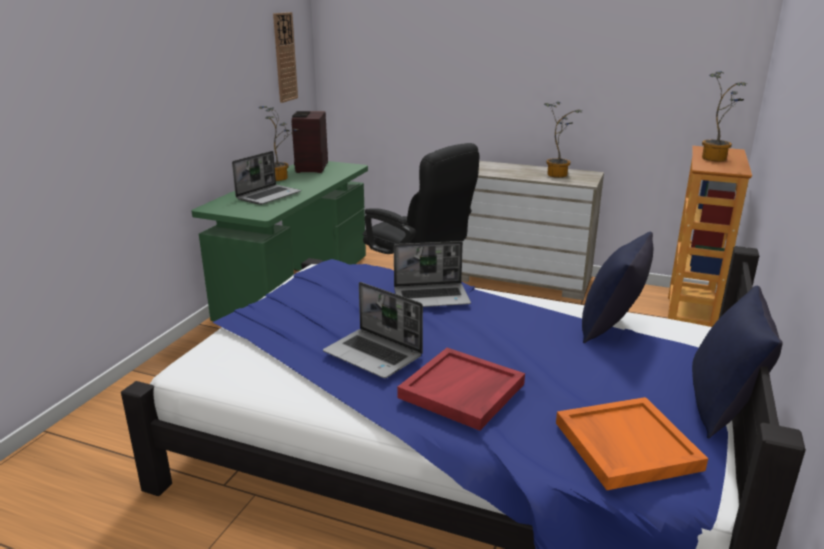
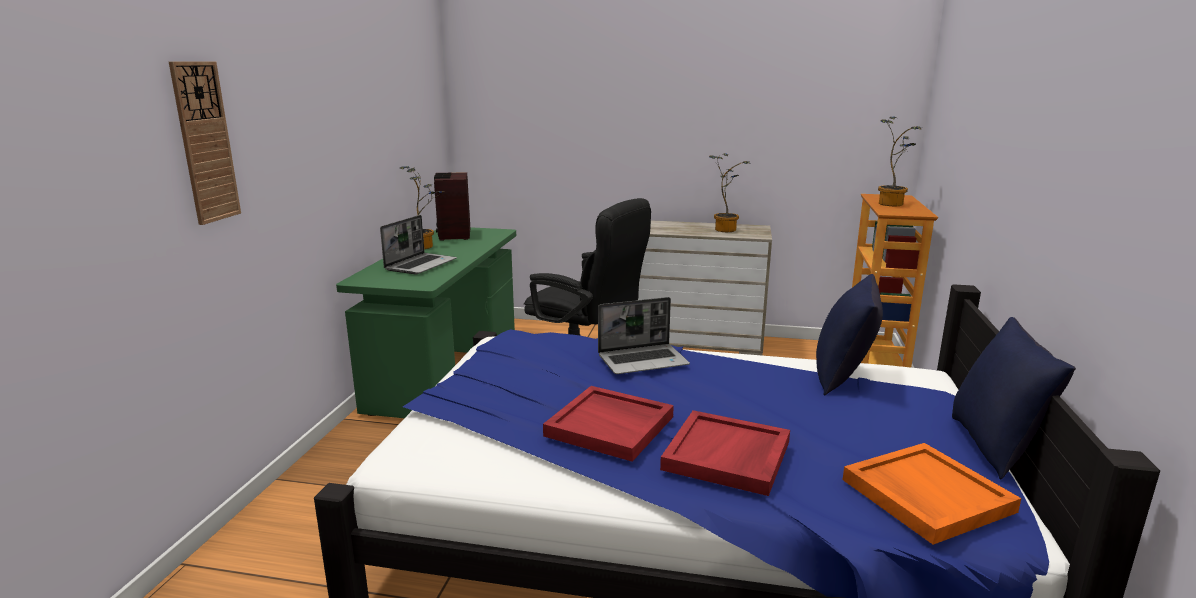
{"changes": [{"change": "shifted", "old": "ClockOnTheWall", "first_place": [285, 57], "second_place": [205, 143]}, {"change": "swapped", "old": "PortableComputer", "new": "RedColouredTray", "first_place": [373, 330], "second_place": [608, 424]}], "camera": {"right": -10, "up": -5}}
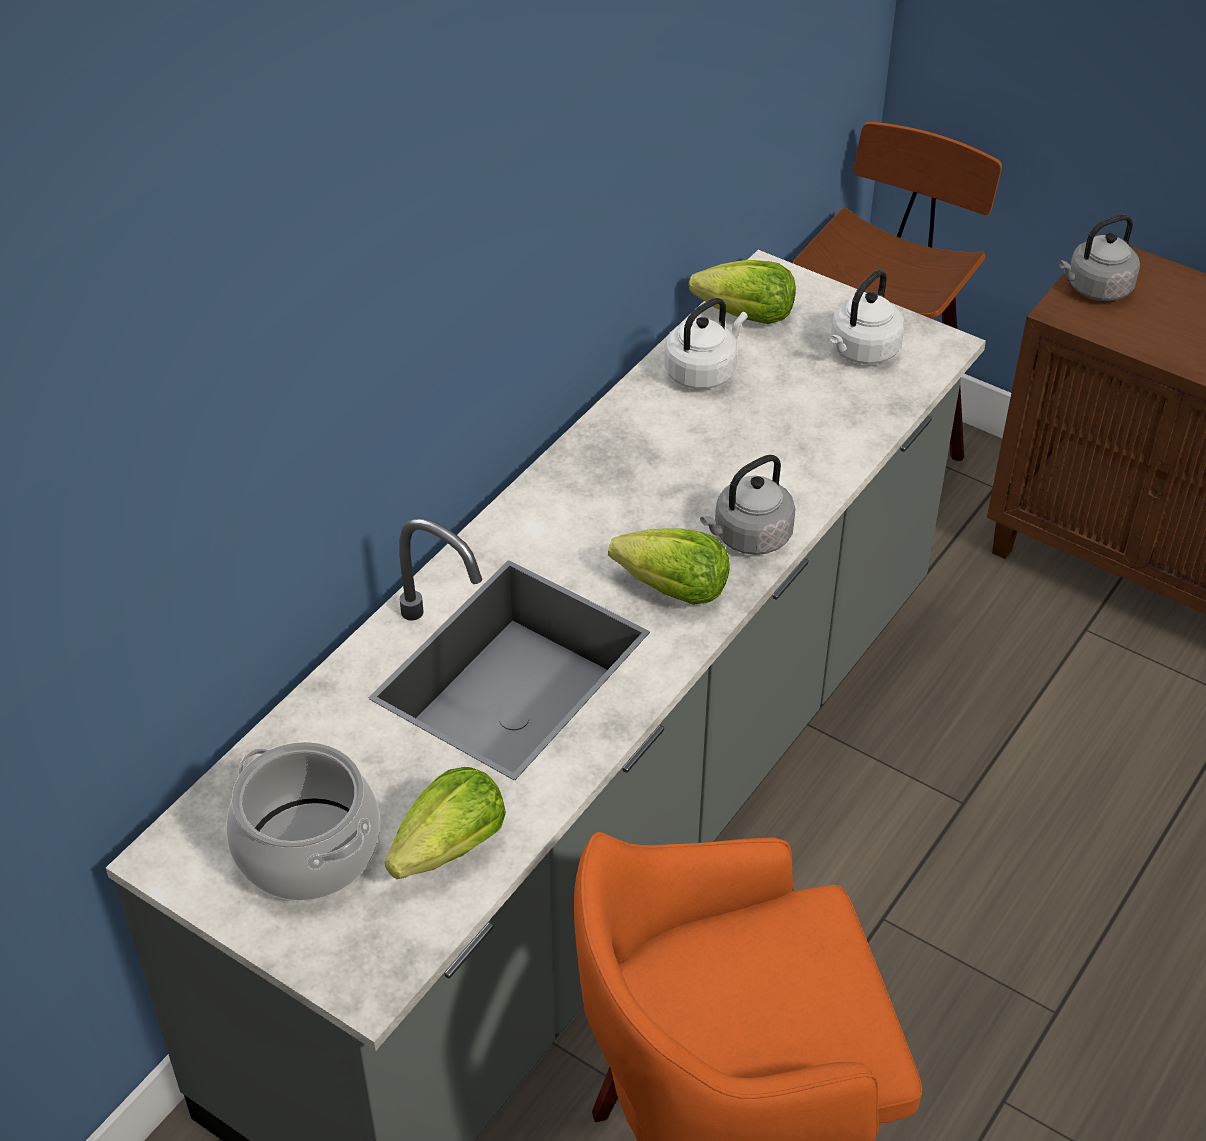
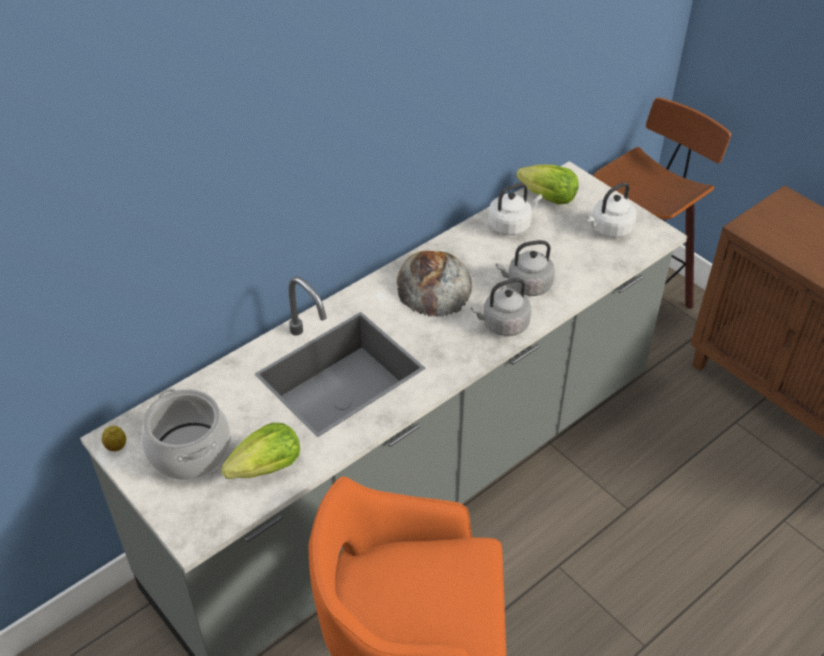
{"changes": [{"change": "shifted", "old": "GreyishKettle", "first_place": [1099, 258], "second_place": [525, 268]}, {"change": "gone", "old": "HeadOfLettuce", "first_place": [669, 566]}, {"change": "new", "new": "Bread", "second_place": [434, 284]}, {"change": "new", "new": "Lemon", "second_place": [114, 438]}], "camera": {"right": 15, "up": 0}}
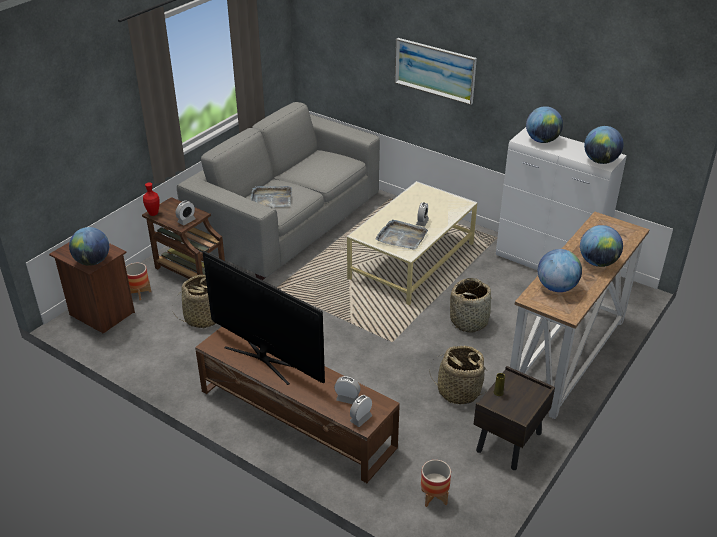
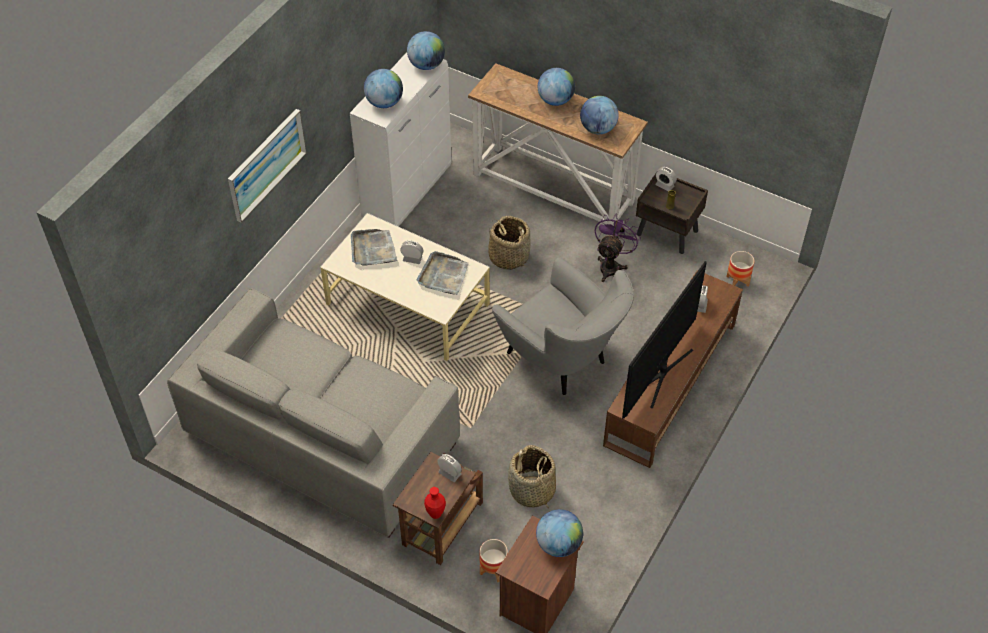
{"changes": [{"change": "shifted", "old": "GreyishTray", "first_place": [271, 197], "second_place": [374, 247]}, {"change": "swapped", "old": "StorageBasket", "new": "PurpleColouredCoolingFan", "first_place": [458, 375], "second_place": [618, 247]}, {"change": "shifted", "old": "AlarmClock", "first_place": [361, 411], "second_place": [666, 179]}, {"change": "new", "new": "GreyishArmchair", "second_place": [563, 326]}], "camera": {"right": -95, "up": 15}}
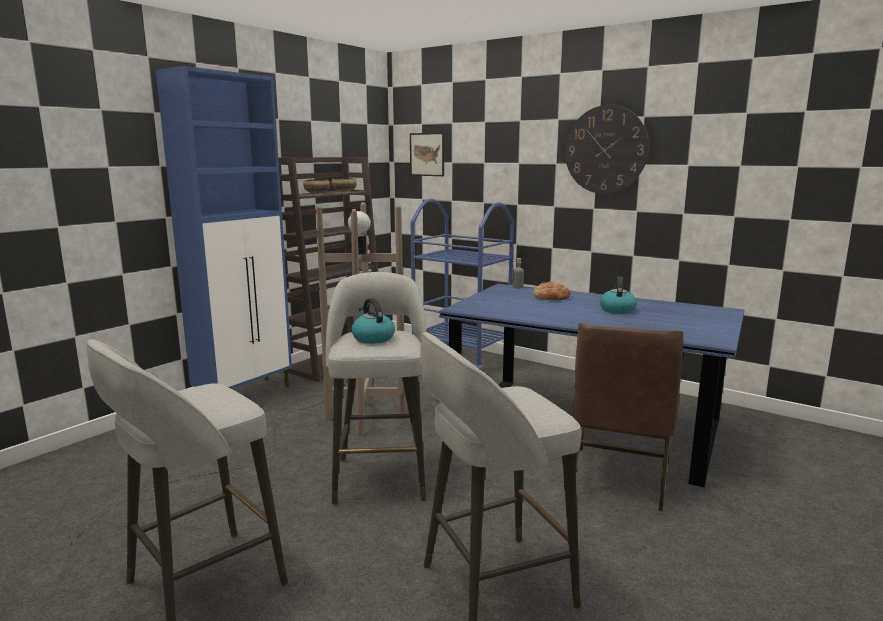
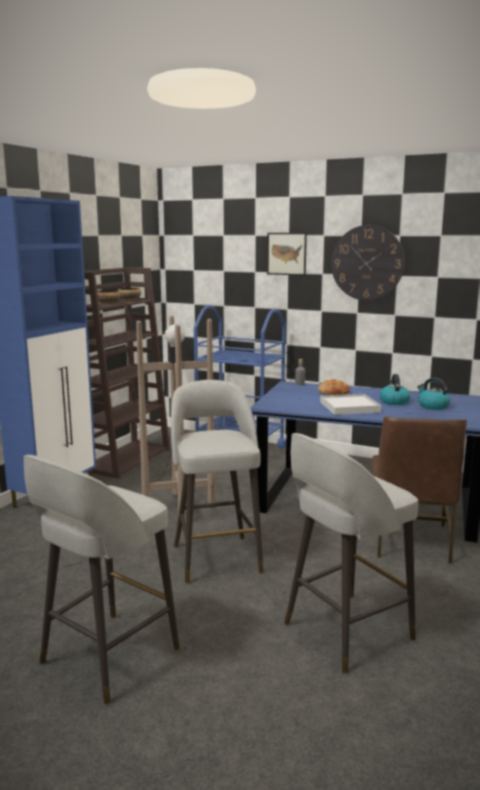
{"changes": [{"change": "shifted", "old": "WallPicture", "first_place": [427, 154], "second_place": [287, 254]}, {"change": "shifted", "old": "Kettle", "first_place": [373, 321], "second_place": [434, 394]}, {"change": "new", "new": "WhiteColouredTray", "second_place": [350, 404]}], "camera": {"right": -10, "up": 0}}
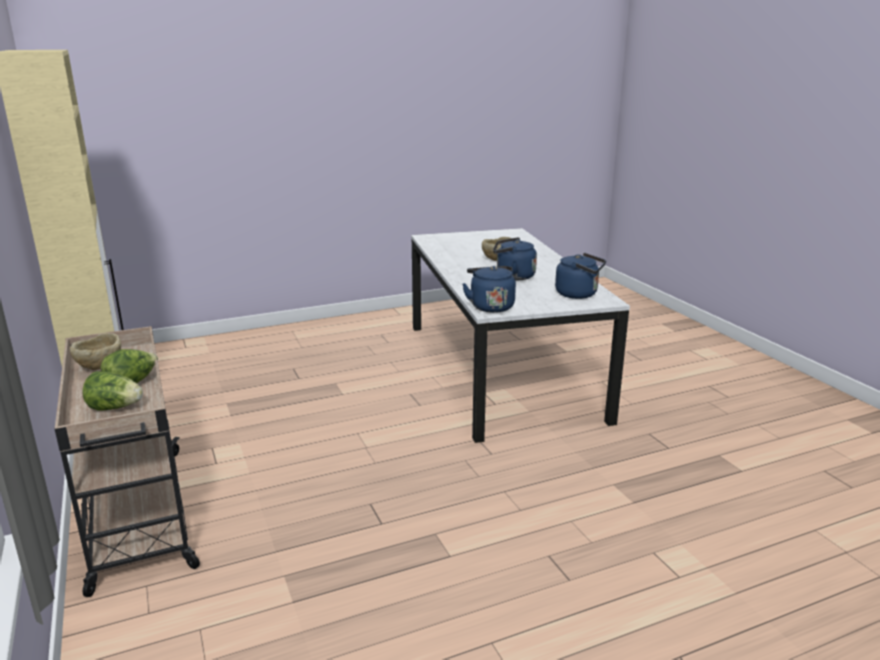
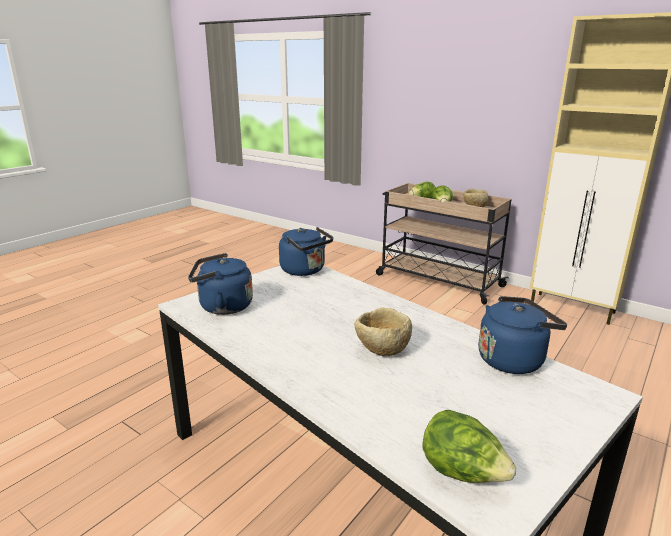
{"changes": [{"change": "shifted", "old": "BluishKettle", "first_place": [515, 258], "second_place": [522, 335]}, {"change": "new", "new": "HeadOfLettuce", "second_place": [469, 446]}], "camera": {"right": 150, "up": 0}}
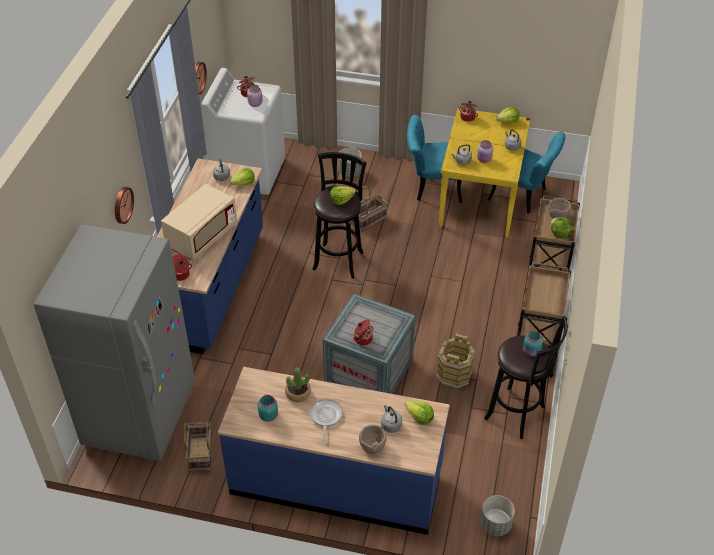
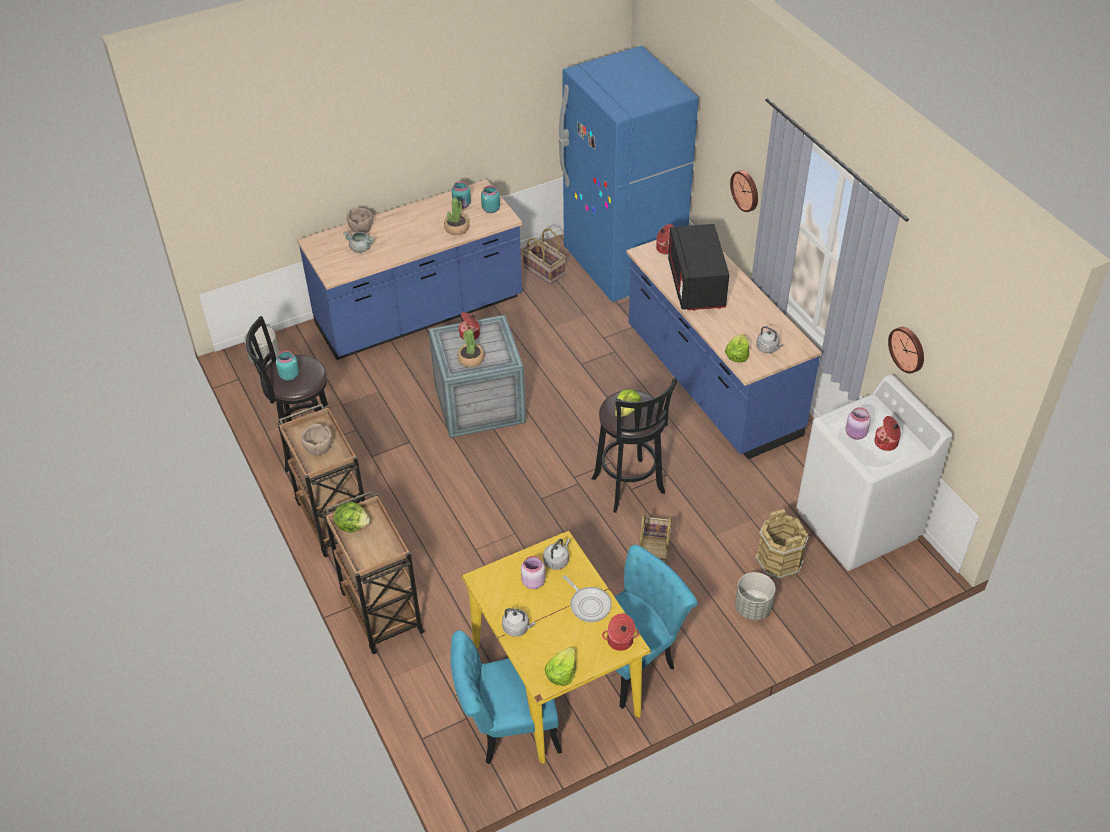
{"changes": [{"change": "repainted", "old": "SandColouredKitchenMicrowave", "new": "BlackishKitchenMicrowave", "first_place": [199, 222], "second_place": [698, 267]}, {"change": "shifted", "old": "BrownishServingBowl", "first_place": [560, 208], "second_place": [316, 439]}, {"change": "repainted", "old": "GreyishFridge", "new": "BluishFridge", "first_place": [114, 342], "second_place": [629, 174]}, {"change": "shifted", "old": "BrownishWaterBucket", "first_place": [455, 360], "second_place": [782, 544]}, {"change": "shifted", "old": "FryingPan", "first_place": [326, 420], "second_place": [587, 598]}, {"change": "gone", "old": "HeadOfLettuce", "first_place": [419, 412]}, {"change": "swapped", "old": "GreyishKettle", "new": "GreyishCookingPot", "first_place": [391, 419], "second_place": [358, 242]}, {"change": "new", "new": "TurquoisePreserveJar", "second_place": [490, 199]}, {"change": "new", "new": "Houseplant", "second_place": [471, 348]}], "camera": {"right": 140, "up": 0}}
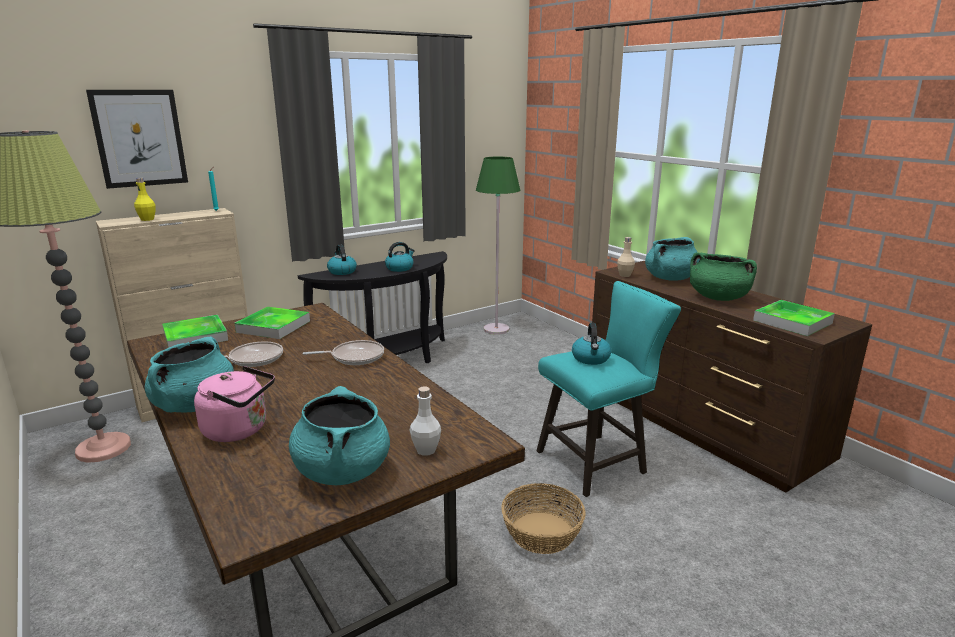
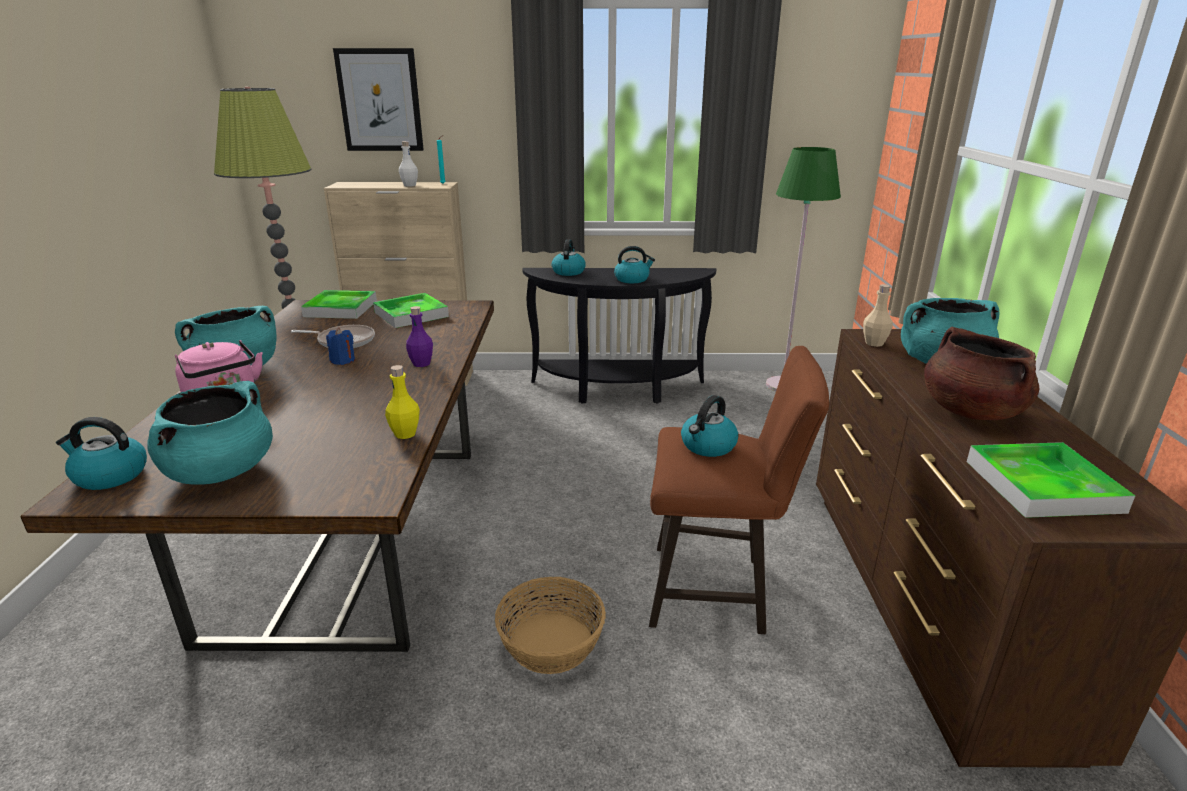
{"changes": [{"change": "shifted", "old": "YellowColouredDrinkBottle", "first_place": [144, 199], "second_place": [402, 402]}, {"change": "repainted", "old": "GreenColouredCookingPot", "new": "BrownishCookingPot", "first_place": [723, 276], "second_place": [981, 373]}, {"change": "repainted", "old": "TurquoiseStool", "new": "BrownishStool", "first_place": [608, 389], "second_place": [739, 490]}, {"change": "swapped", "old": "FryingPan", "new": "PurpleColouredDrinkBottle", "first_place": [343, 352], "second_place": [419, 336]}, {"change": "shifted", "old": "WhiteColouredDrinkBottle", "first_place": [425, 421], "second_place": [408, 164]}, {"change": "new", "new": "BluishWaxCandle", "second_place": [340, 346]}, {"change": "new", "new": "Kettle", "second_place": [101, 453]}], "camera": {"right": 35, "up": 5}}
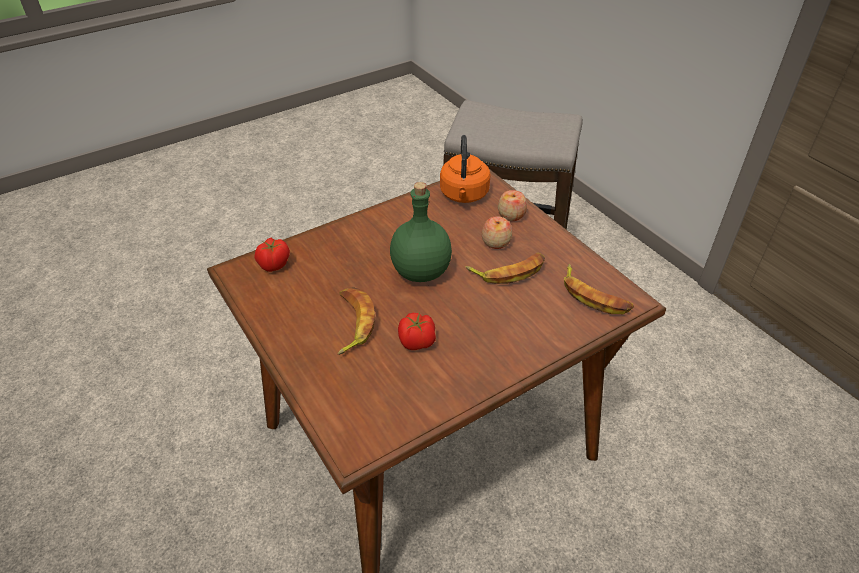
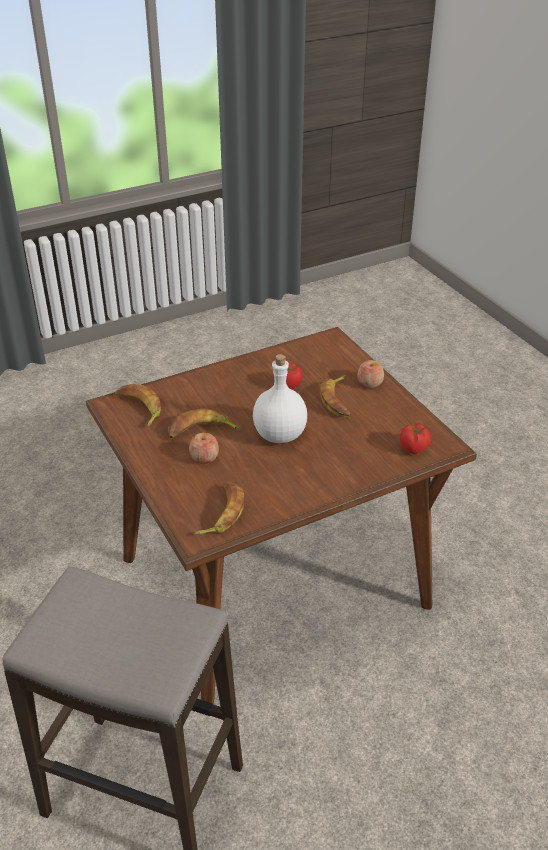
{"changes": [{"change": "swapped", "old": "OrangeKettle", "new": "BananaFruit", "first_place": [465, 169], "second_place": [219, 508]}, {"change": "repainted", "old": "GreenColouredDrinkBottle", "new": "WhiteColouredDrinkBottle", "first_place": [421, 232], "second_place": [280, 398]}, {"change": "shifted", "old": "AppleFruit", "first_place": [512, 205], "second_place": [370, 374]}], "camera": {"right": -175, "up": -5}}
